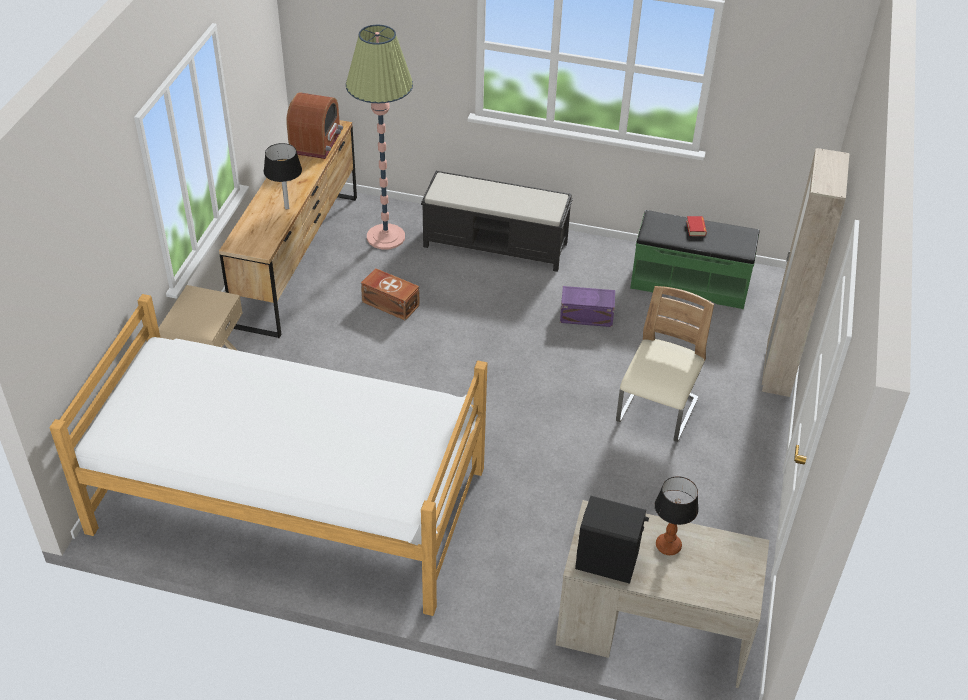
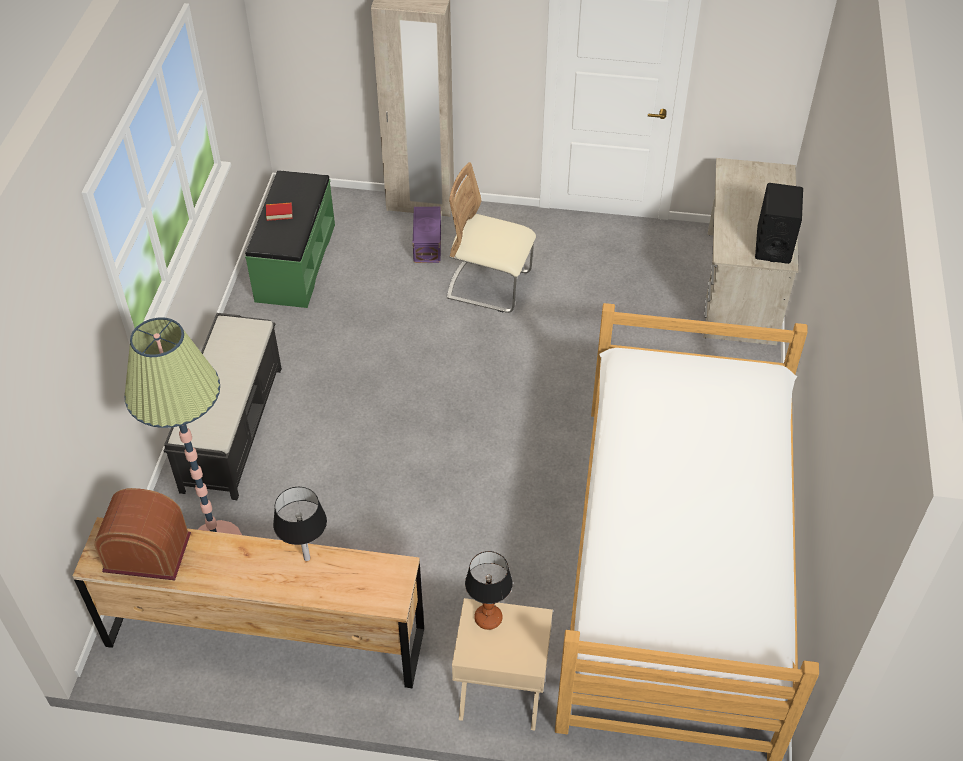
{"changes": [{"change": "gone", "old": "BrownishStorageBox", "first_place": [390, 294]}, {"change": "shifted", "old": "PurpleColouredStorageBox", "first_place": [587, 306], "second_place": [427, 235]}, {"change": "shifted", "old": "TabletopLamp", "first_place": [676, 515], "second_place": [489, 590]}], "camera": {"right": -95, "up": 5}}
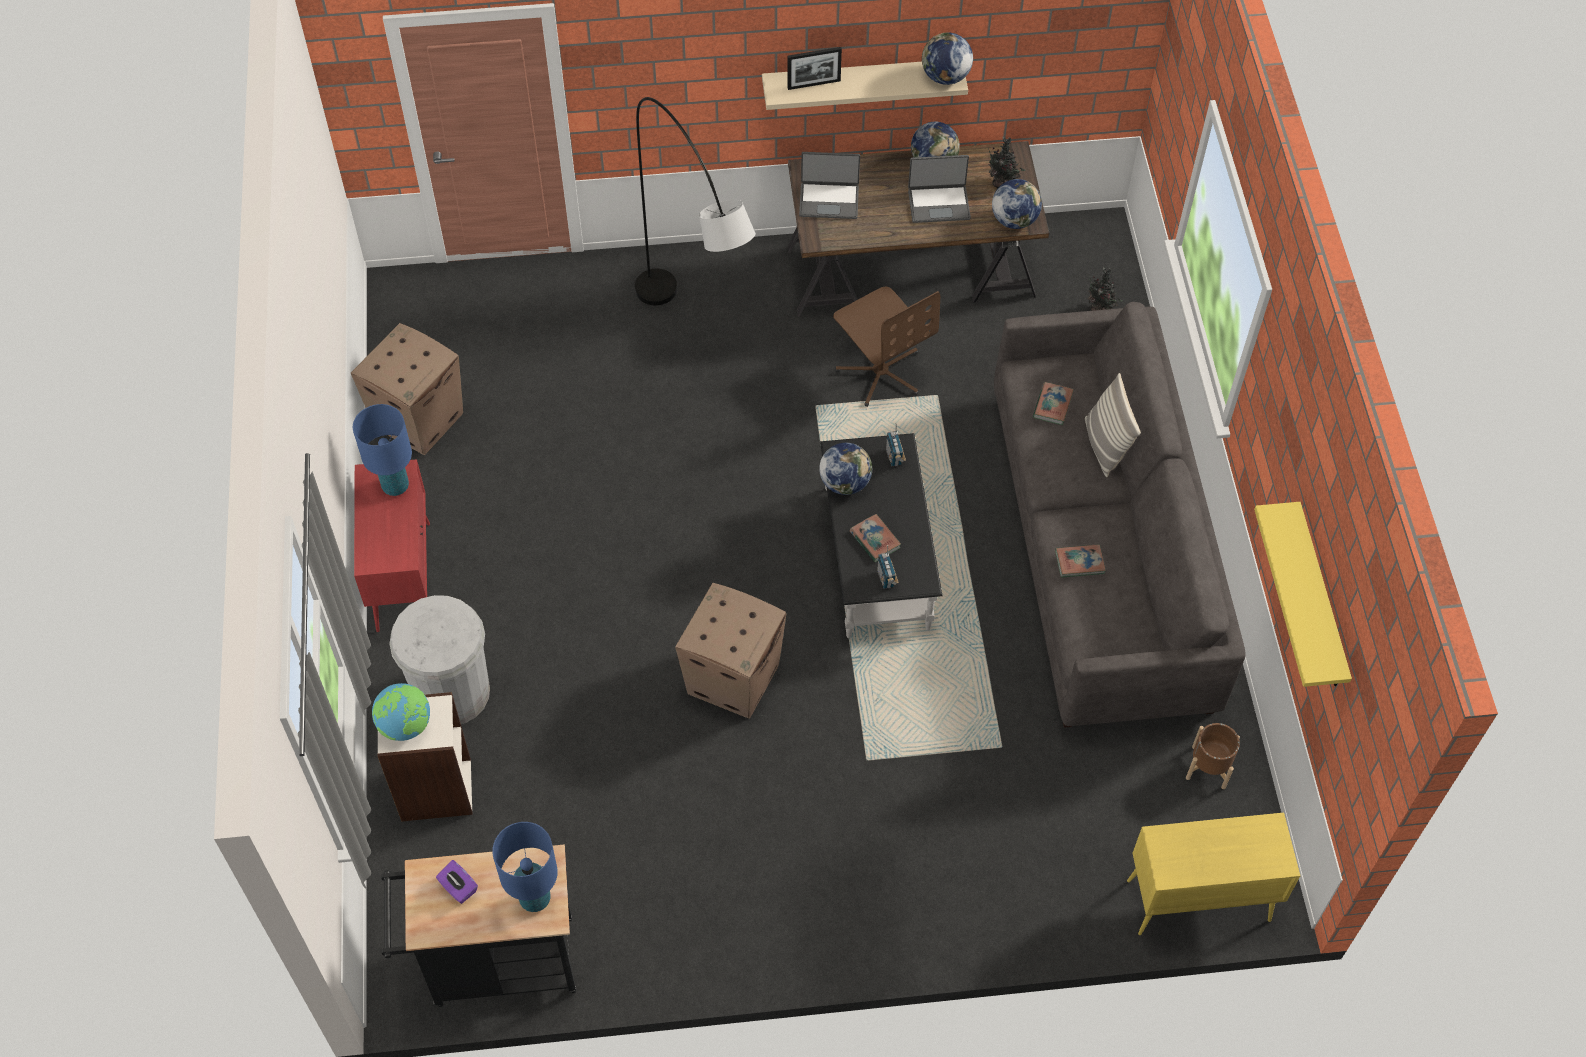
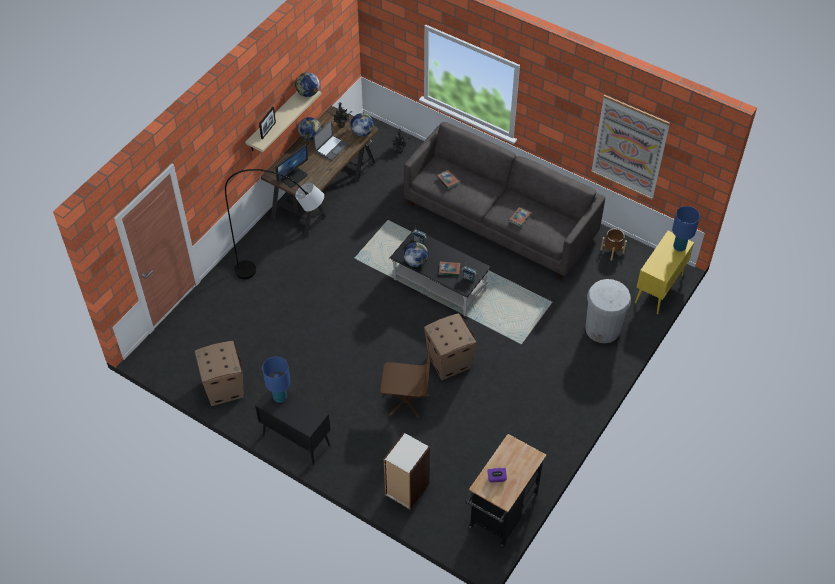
{"changes": [{"change": "swapped", "old": "PortableComputer", "new": "ComputerDisplay", "first_place": [829, 185], "second_place": [292, 166]}, {"change": "shifted", "old": "BrownishComputerChair", "first_place": [886, 347], "second_place": [405, 381]}, {"change": "gone", "old": "Pillow", "first_place": [1113, 425]}, {"change": "repainted", "old": "RedColouredCabinet", "new": "BlackishCabinet", "first_place": [392, 545], "second_place": [292, 428]}, {"change": "swapped", "old": "YellowColouredShelf", "new": "WallPicture", "first_place": [1303, 594], "second_place": [630, 147]}, {"change": "shifted", "old": "WhiteColouredTrashCan", "first_place": [439, 659], "second_place": [608, 311]}, {"change": "gone", "old": "Globe", "first_place": [401, 712]}, {"change": "shifted", "old": "BluishTabletopLamp", "first_place": [525, 867], "second_place": [686, 229]}], "camera": {"right": -50, "up": -5}}
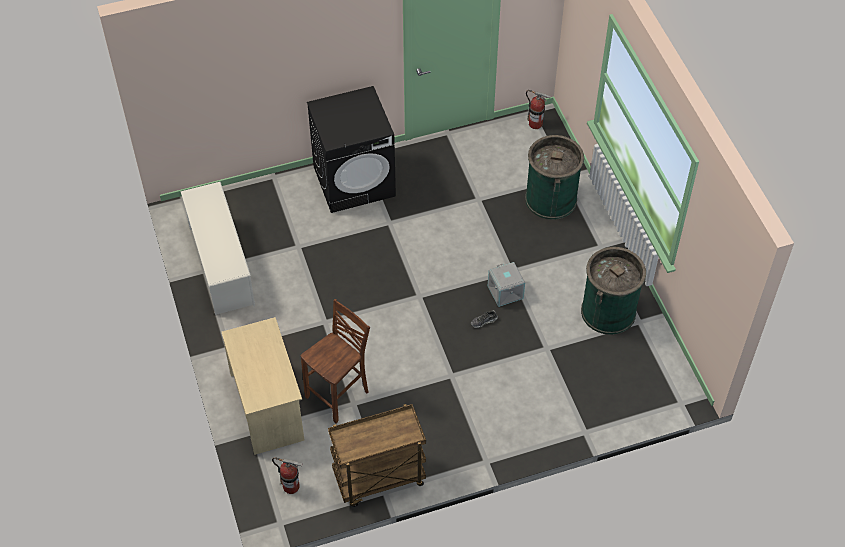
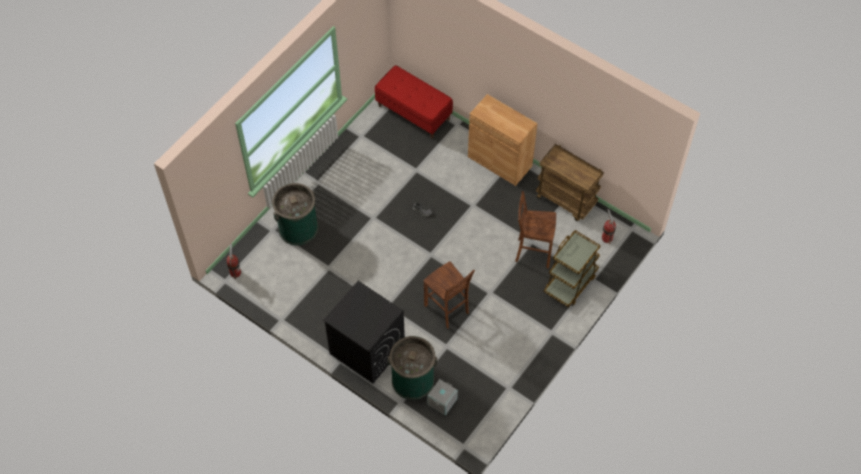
{"changes": [{"change": "gone", "old": "WhiteColouredShoeStand", "first_place": [218, 248]}, {"change": "shifted", "old": "GreenColouredTrashCan", "first_place": [613, 291], "second_place": [412, 368]}, {"change": "shifted", "old": "GreyishStorageBox", "first_place": [506, 284], "second_place": [442, 397]}, {"change": "swapped", "old": "SandColouredDesk", "new": "BrownishTrolley", "first_place": [262, 386], "second_place": [572, 268]}, {"change": "new", "new": "RedColouredBench", "second_place": [414, 102]}, {"change": "new", "new": "BrownishCabinet", "second_place": [503, 140]}, {"change": "new", "new": "BrownishStool", "second_place": [449, 295]}], "camera": {"right": -125, "up": 5}}
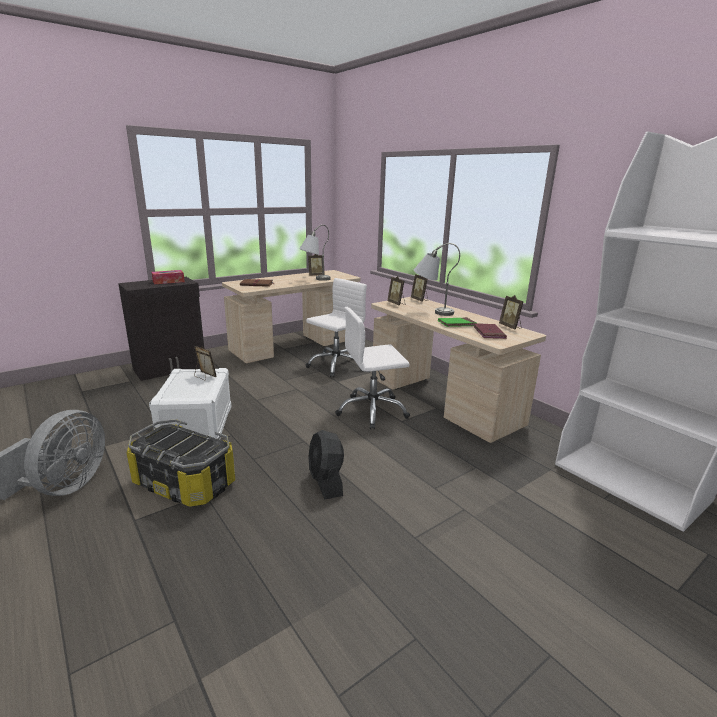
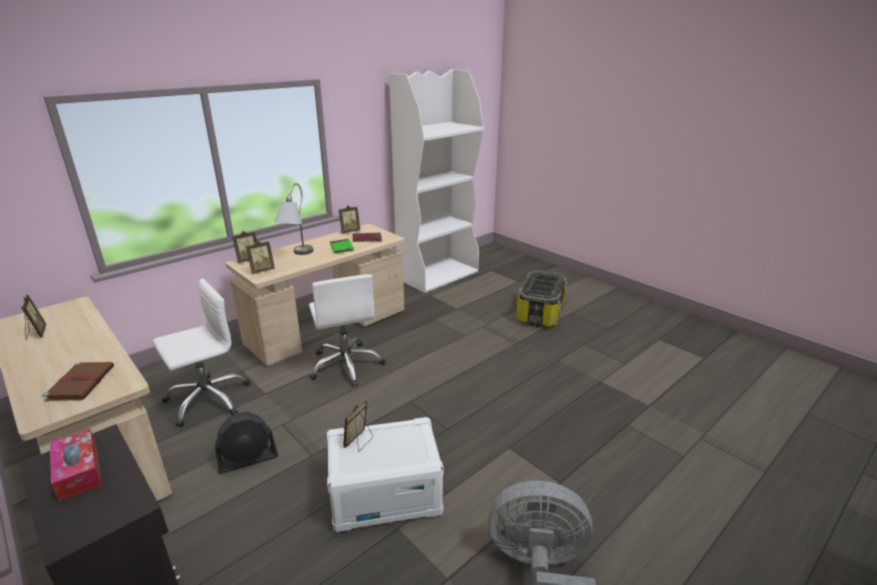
{"changes": [{"change": "gone", "old": "GreyishTabletopLamp", "first_place": [315, 253]}, {"change": "rotated", "old": "WhiteColouredComputerChair", "first_place": [336, 327], "second_place": [201, 352], "degrees": 105}, {"change": "shifted", "old": "StorageBox", "first_place": [180, 463], "second_place": [541, 298]}, {"change": "shifted", "old": "BlackishCoolingFan", "first_place": [326, 464], "second_place": [246, 442]}], "camera": {"right": -95, "up": 5}}
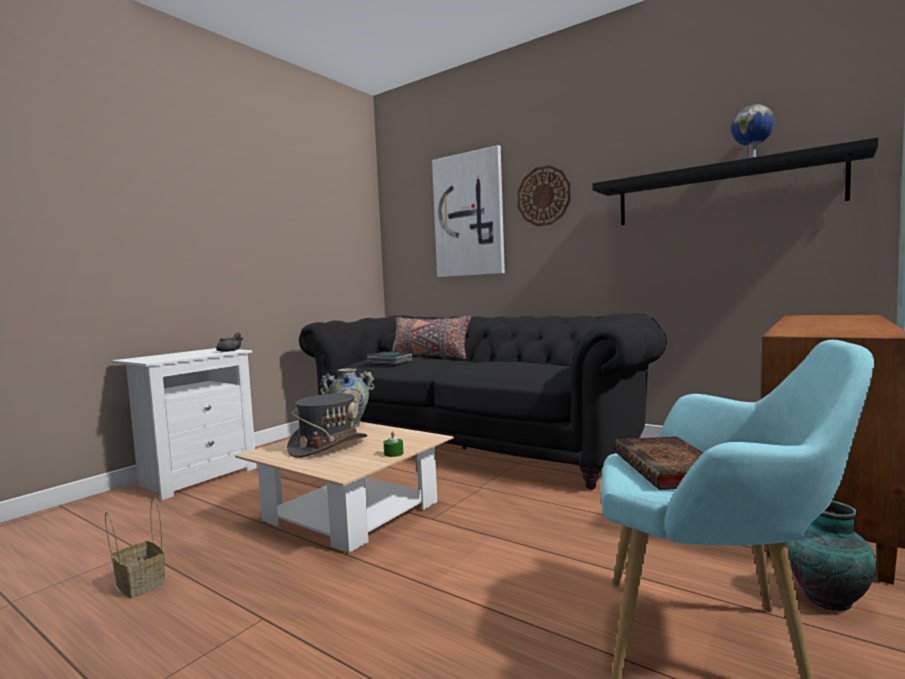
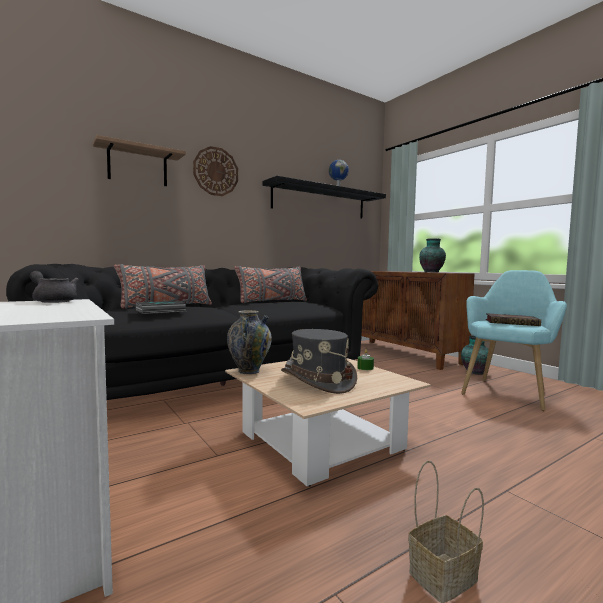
{"changes": [{"change": "swapped", "old": "WallPicture", "new": "Shelf", "first_place": [468, 211], "second_place": [139, 160]}, {"change": "new", "new": "Vase", "second_place": [432, 255]}, {"change": "new", "new": "GreyishPillow", "second_place": [270, 284]}], "camera": {"right": -70, "up": 0}}
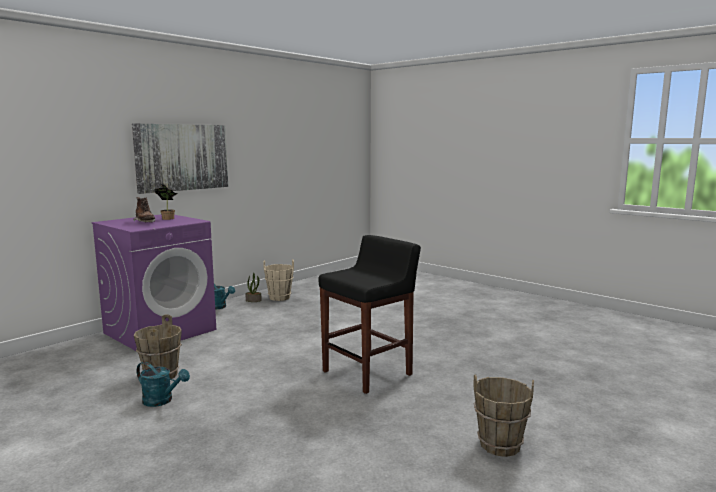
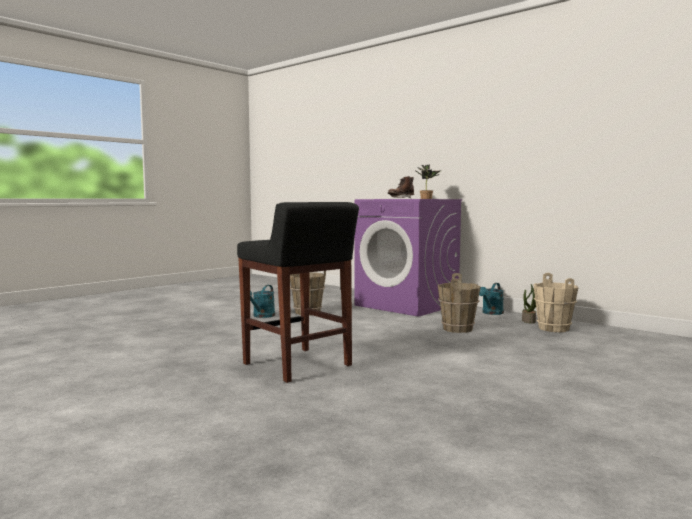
{"changes": [{"change": "gone", "old": "WallPicture", "first_place": [180, 158]}, {"change": "shifted", "old": "BrownishWaterBucket", "first_place": [503, 416], "second_place": [459, 303]}], "camera": {"right": 90, "up": -5}}
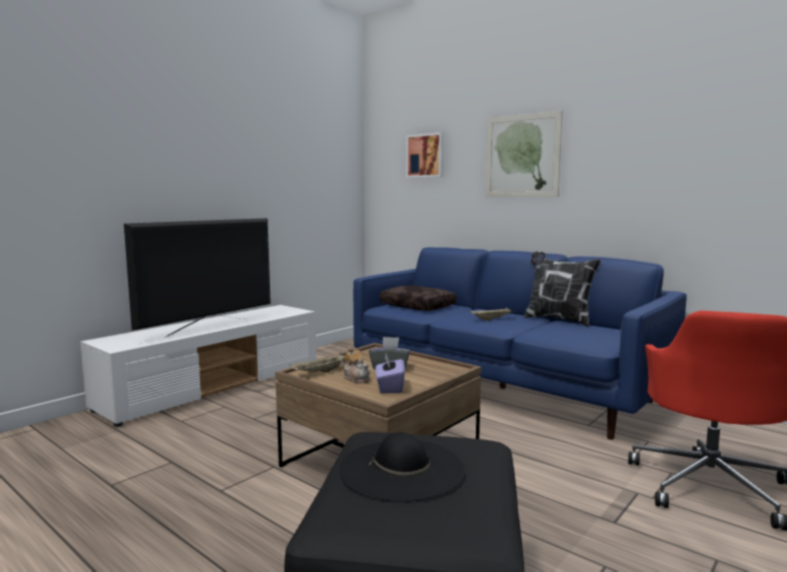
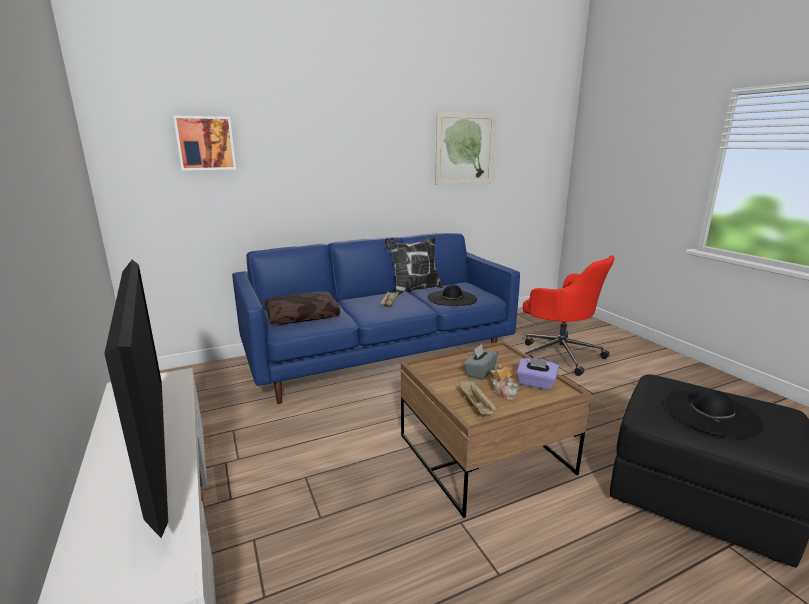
{"changes": [{"change": "shifted", "old": "WallPicture", "first_place": [524, 153], "second_place": [465, 148]}, {"change": "rotated", "old": "PotForTea", "first_place": [356, 364], "second_place": [504, 382], "degrees": 75}, {"change": "new", "new": "BlackishWearableHat", "second_place": [452, 295]}], "camera": {"right": -65, "up": 10}}
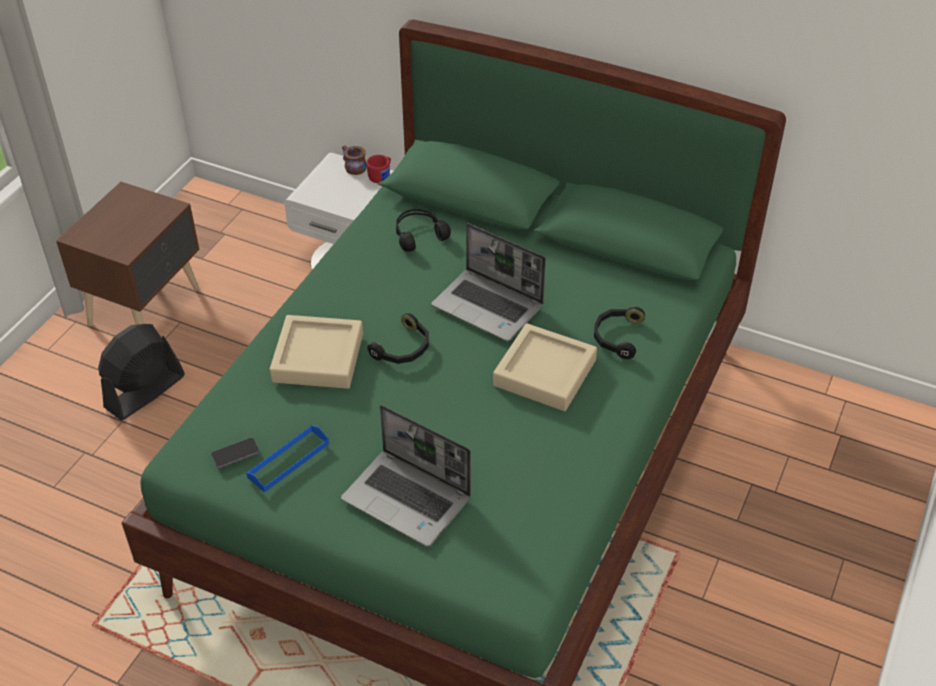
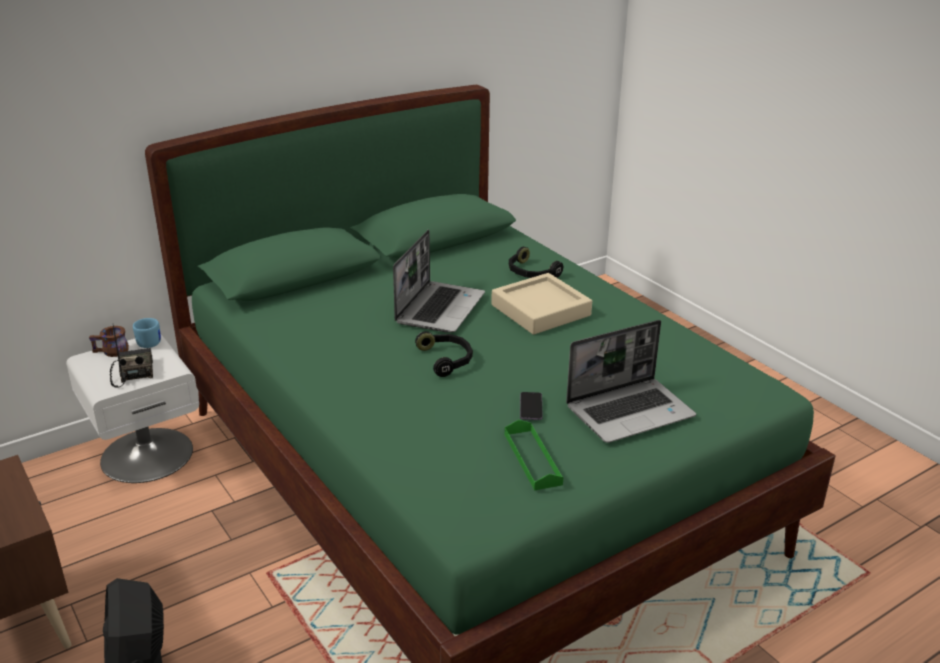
{"changes": [{"change": "repainted", "old": "RedColouredMug", "new": "BluishMug", "first_place": [378, 169], "second_place": [147, 333]}, {"change": "gone", "old": "BlackishHeadset", "first_place": [423, 230]}, {"change": "rotated", "old": "PortableComputer", "first_place": [488, 282], "second_place": [439, 281], "degrees": -45}, {"change": "gone", "old": "SandColouredTray", "first_place": [316, 352]}, {"change": "repainted", "old": "BluishTray", "new": "GreenColouredTray", "first_place": [287, 458], "second_place": [534, 455]}, {"change": "shifted", "old": "Phone", "first_place": [235, 453], "second_place": [531, 406]}, {"change": "new", "new": "RadioSet", "second_place": [131, 356]}], "camera": {"right": -60, "up": -15}}
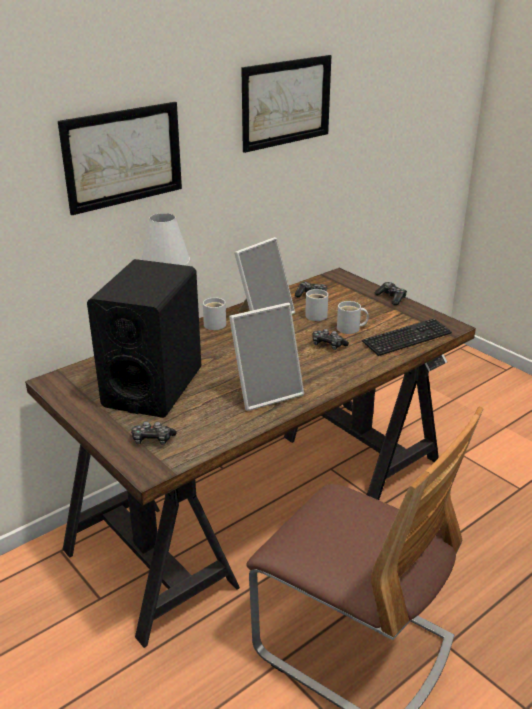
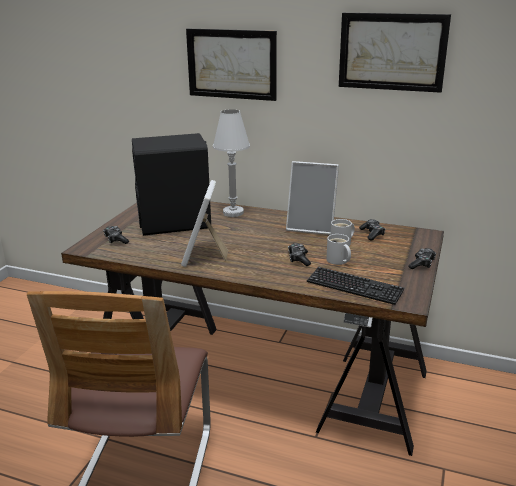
{"changes": [{"change": "gone", "old": "WhiteColouredMug", "first_place": [214, 314]}, {"change": "rotated", "old": "PictureFrame", "first_place": [266, 357], "second_place": [204, 223], "degrees": 60}], "camera": {"right": 60, "up": -5}}
